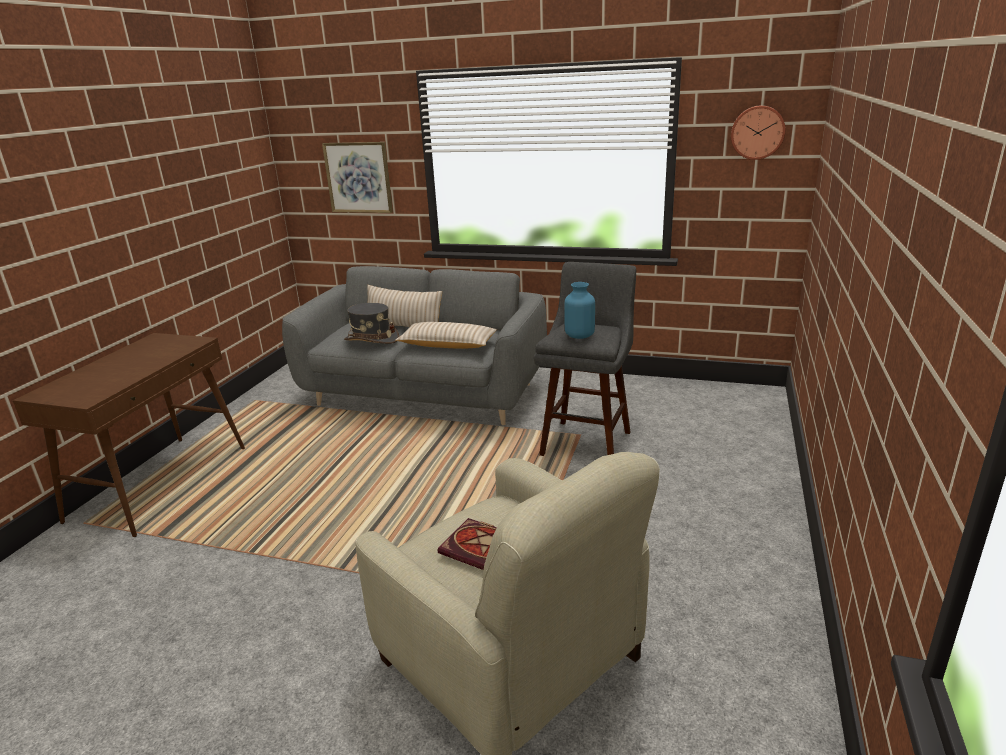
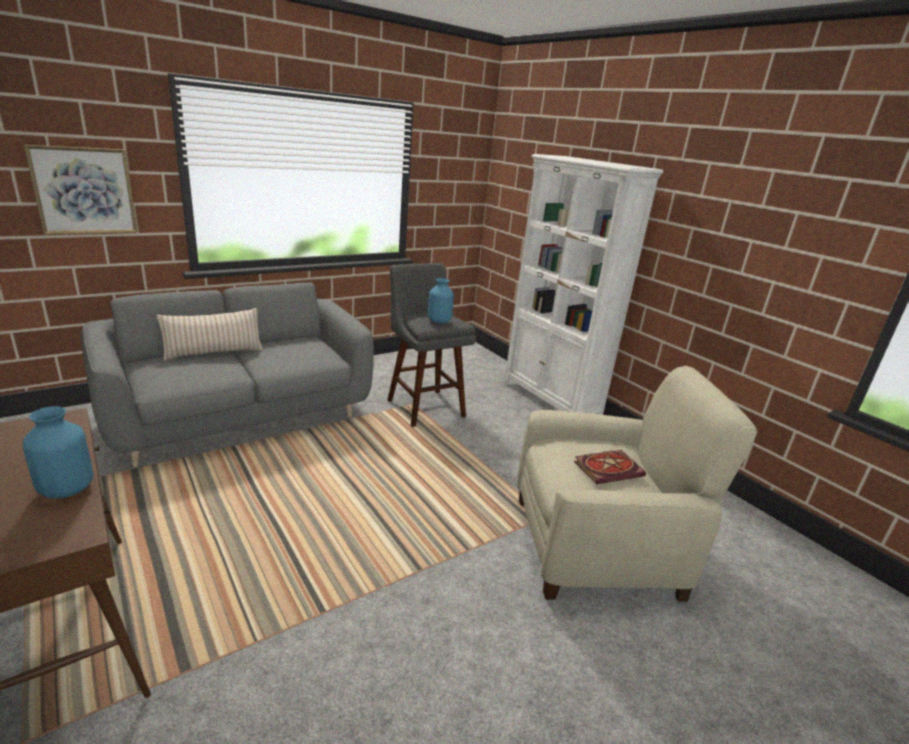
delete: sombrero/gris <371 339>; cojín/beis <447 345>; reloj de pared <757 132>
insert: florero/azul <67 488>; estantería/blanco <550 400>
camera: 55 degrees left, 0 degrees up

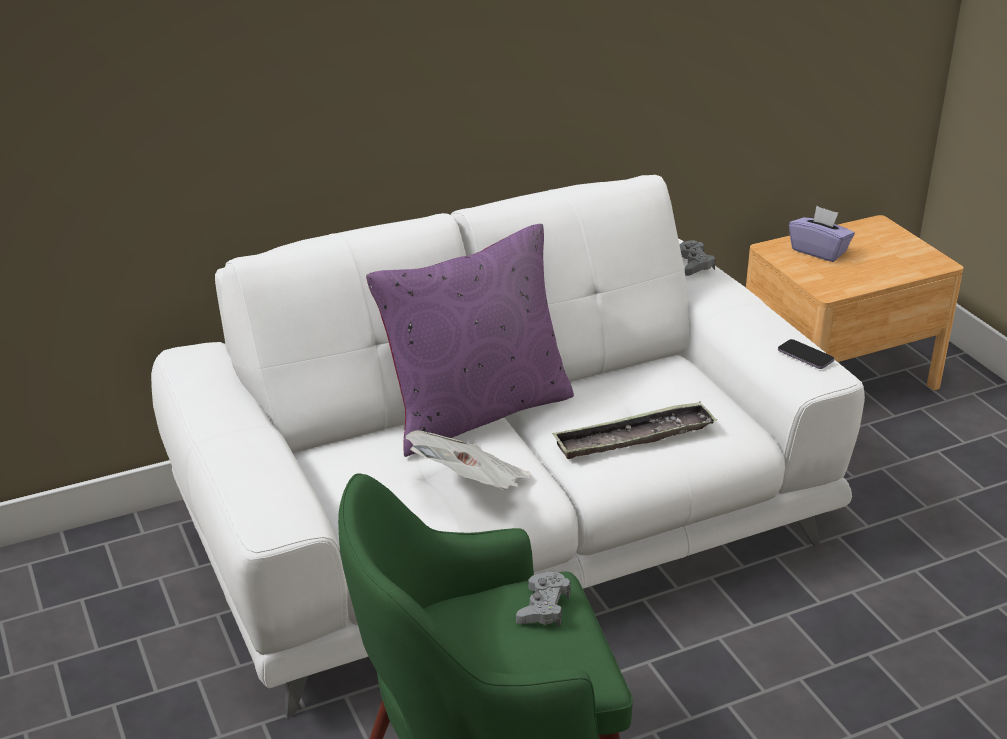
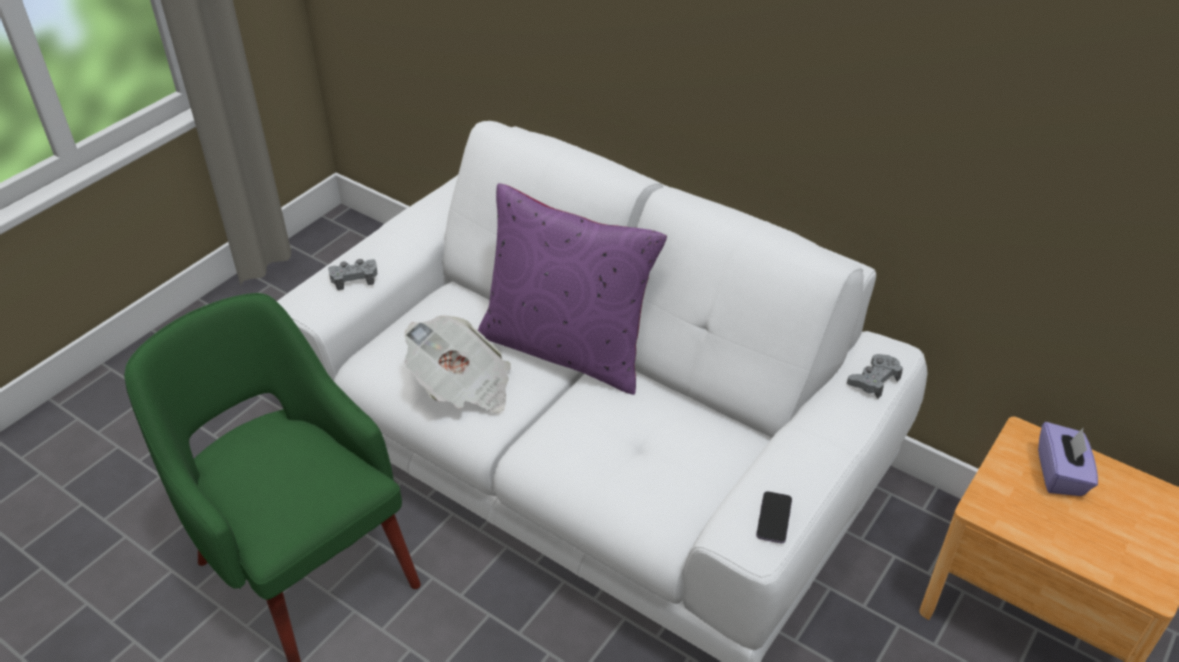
delete: bandeja <633 438>
move: mando de consola/gris <543 607> to <354 278>
camera: 60 degrees right, 10 degrees up

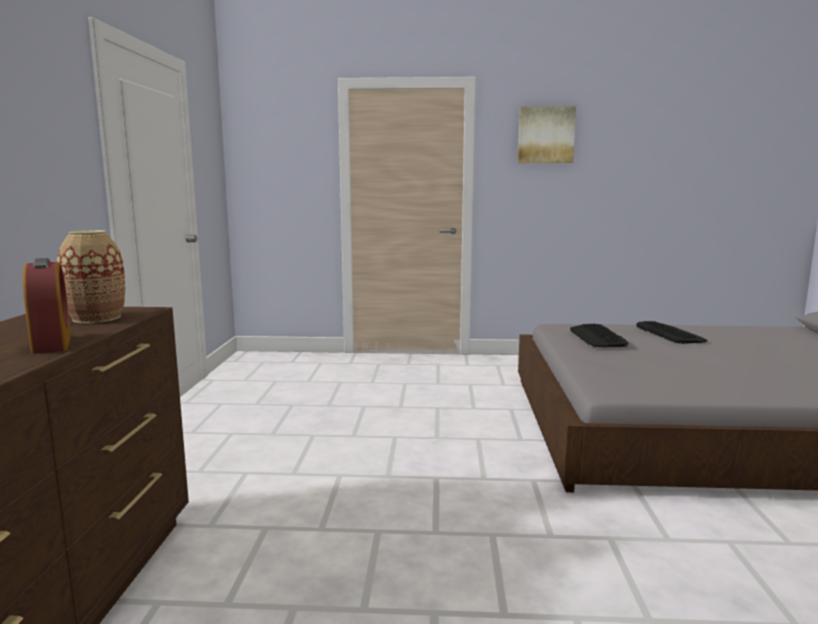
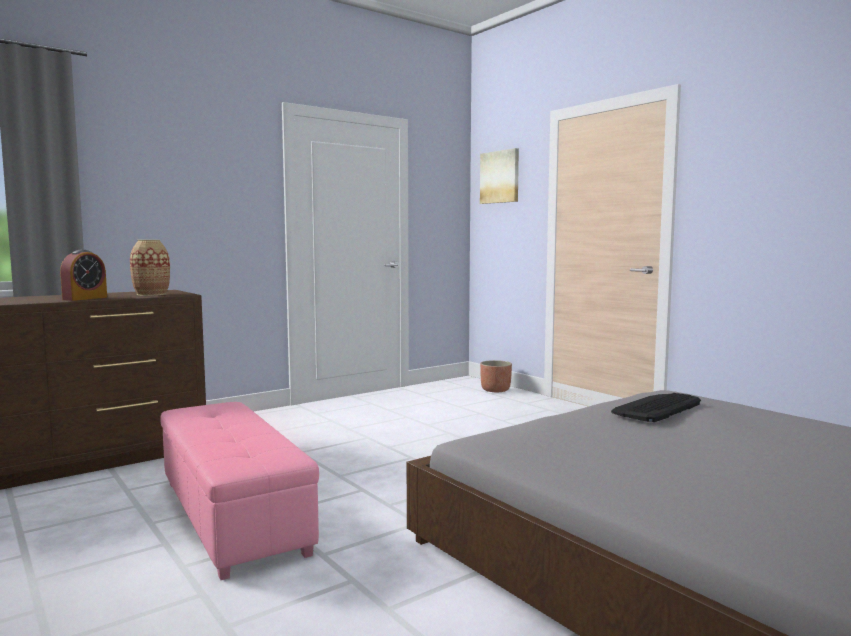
delete: teclado <669 333>
insert: puf/rosa <230 515>; maceta <495 390>
move: cuadro <546 135> to <500 177>
camera: 50 degrees right, 5 degrees down

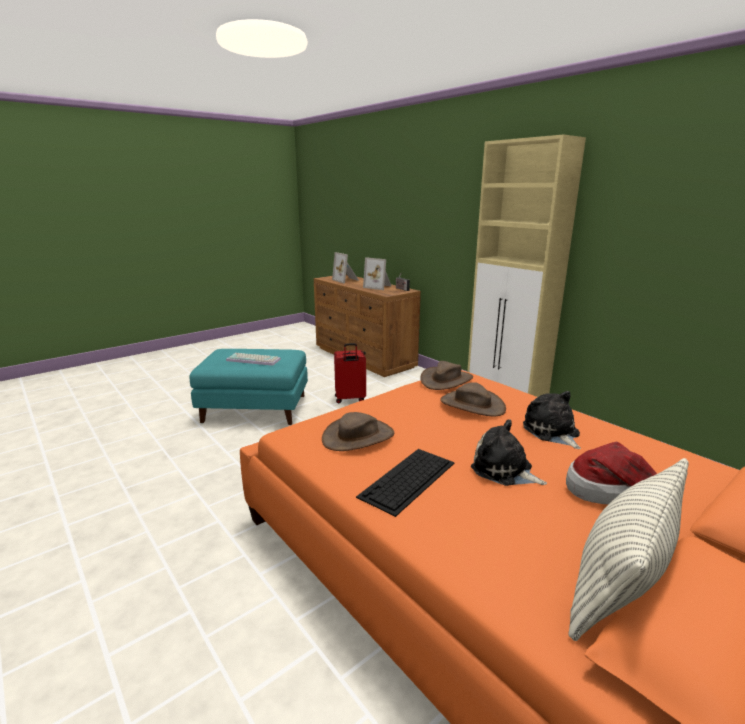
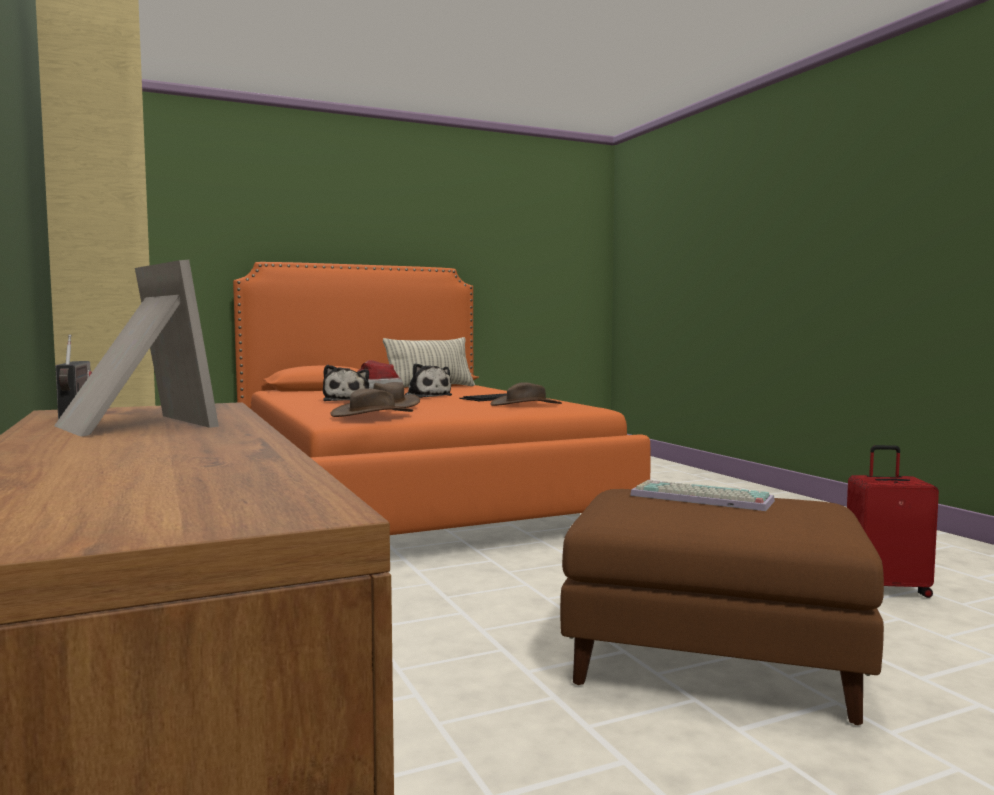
delete: portarretratos <346 280>
move: maleta/rojo <350 399> to <887 589>
recolor: puf/turquesa <256 409> to puf/marrón <710 661>
camera: 165 degrees left, 15 degrees down

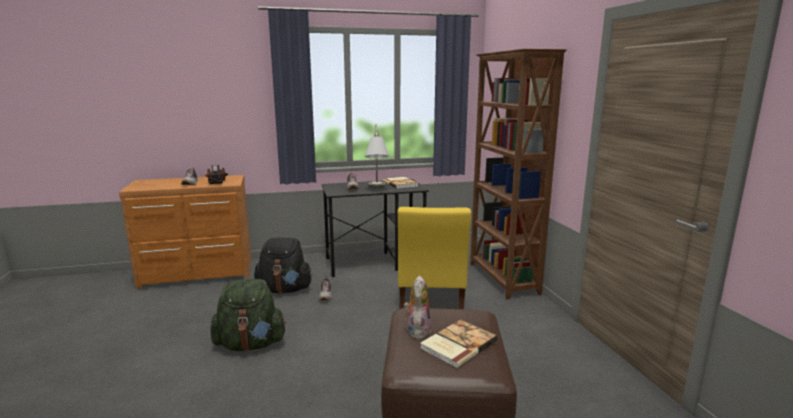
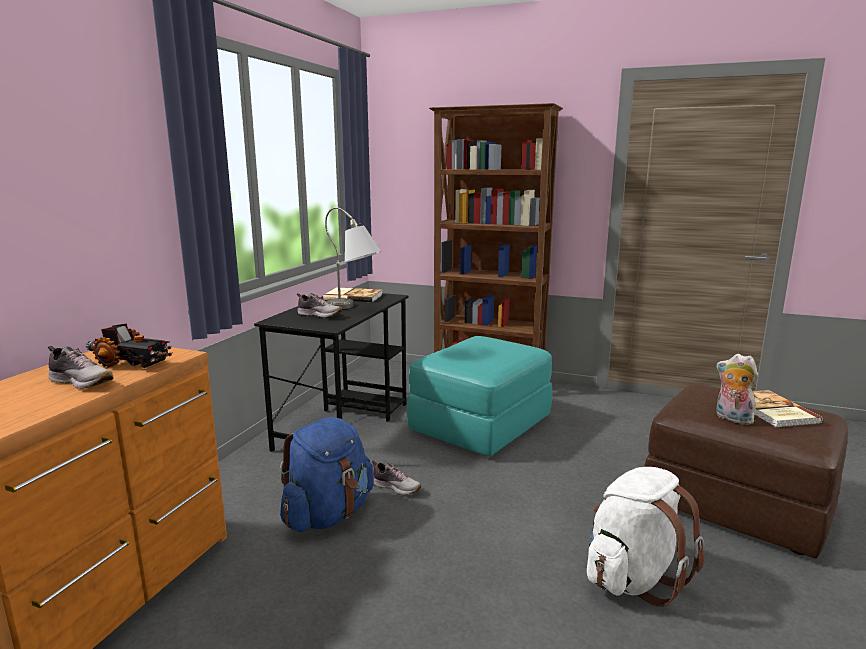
delete: mochila/verde <251 344>
insert: mochila/blanco <633 577>
replace: silla/amarillo <430 295> to puf/turquesa <480 425>
recolor: mochila/negro <285 289> to mochila/azul <328 514>
camera: 55 degrees left, 0 degrees up

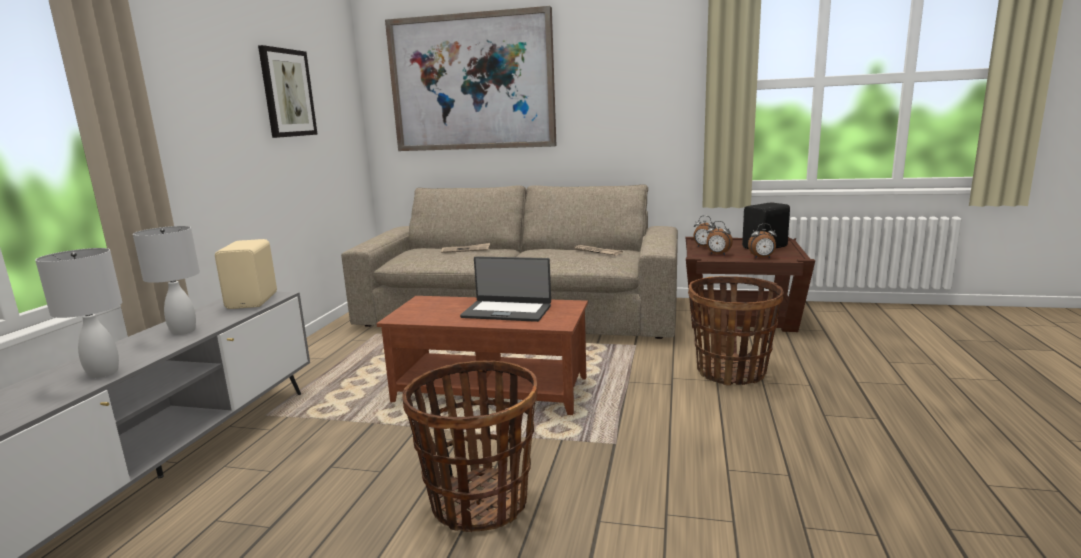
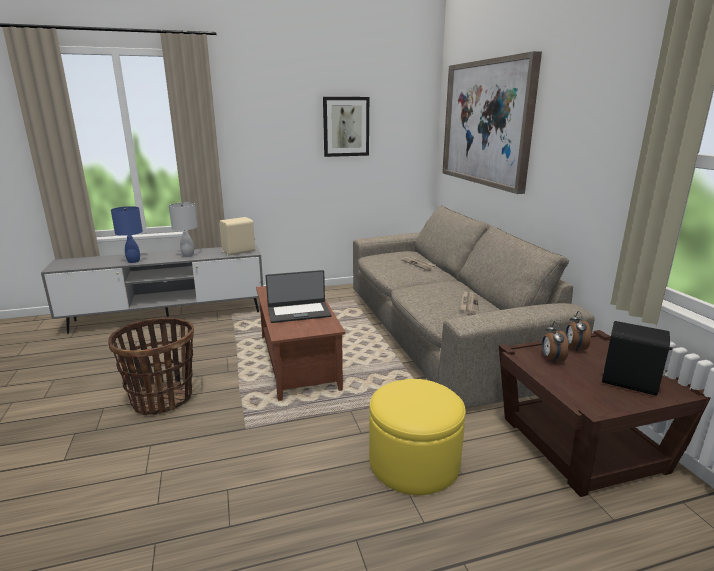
delete: despertador <762 258>
replace: cesta <731 372> to puf/amarillo <414 462>
recolor: lámpara de mesa/blanco <103 372> to lámpara de mesa/azul <134 261>
rotate: portátil <507 311> = <298 312> 90 degrees counterclockwise
camera: 60 degrees right, 5 degrees up

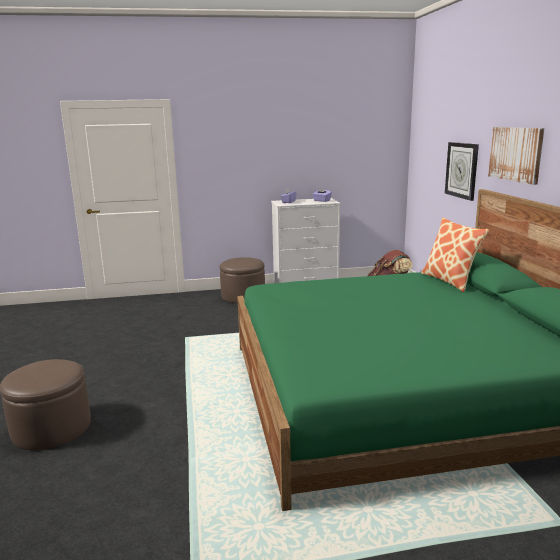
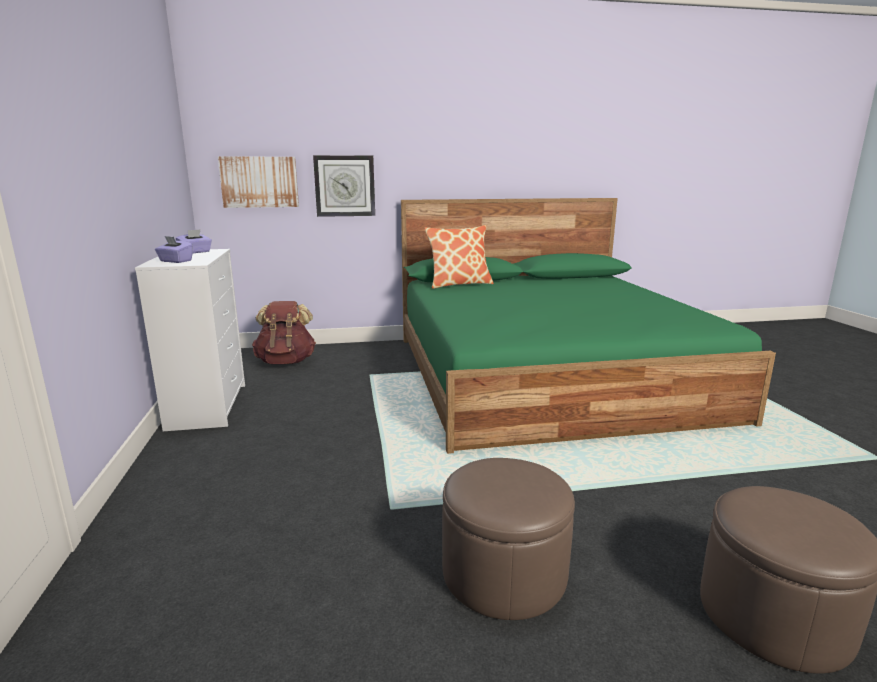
move: puf/marrón <243 296> to <504 573>; cuadro <516 154> to <259 182>
camera: 90 degrees left, 0 degrees up

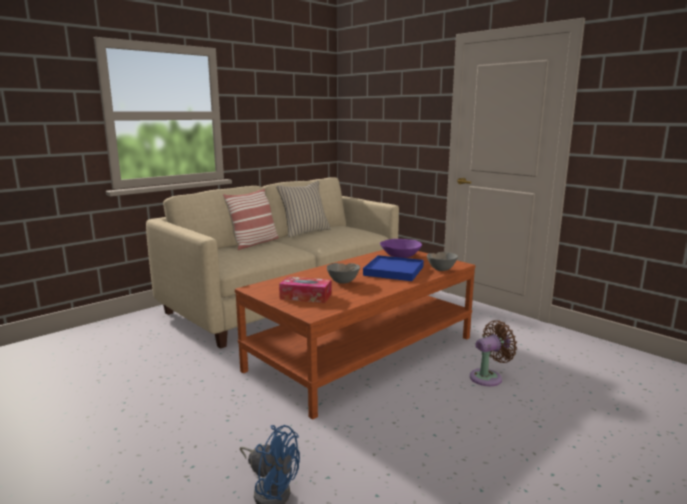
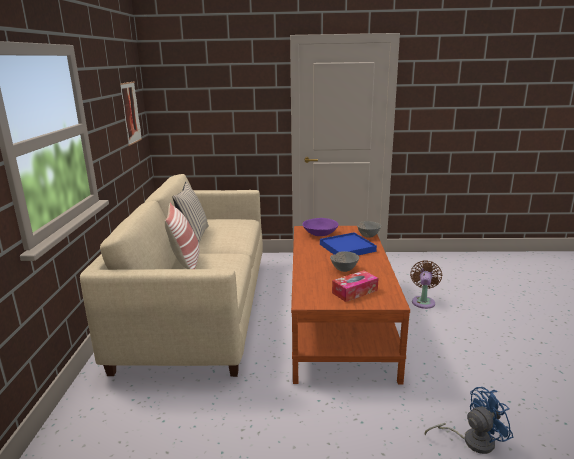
insert: cuadro <130 113>
camera: 45 degrees left, 5 degrees up

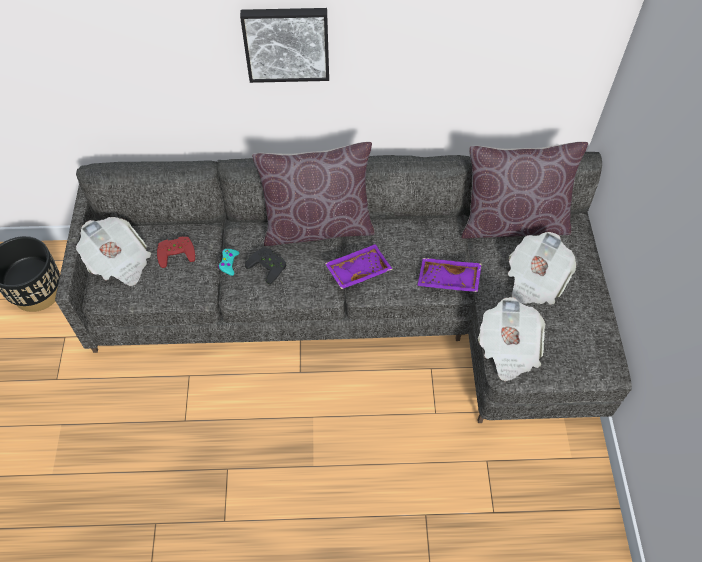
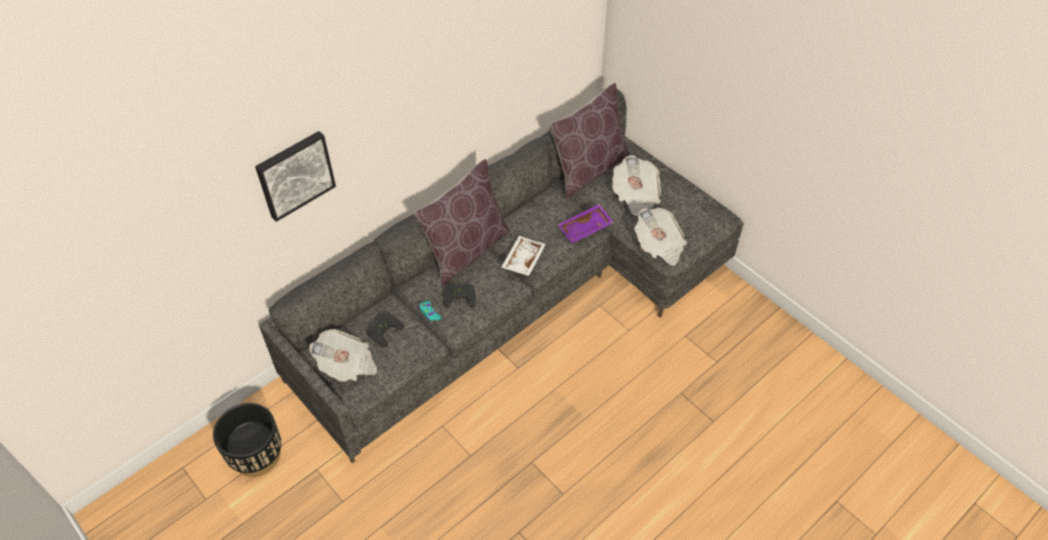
move: cuadro <286 43> to <294 174>
recolor: mando de consola/rojo <176 251> to mando de consola/negro <383 330>; bandeja/morado <358 270> to bandeja/blanco <522 260>
camera: 40 degrees left, 5 degrees down

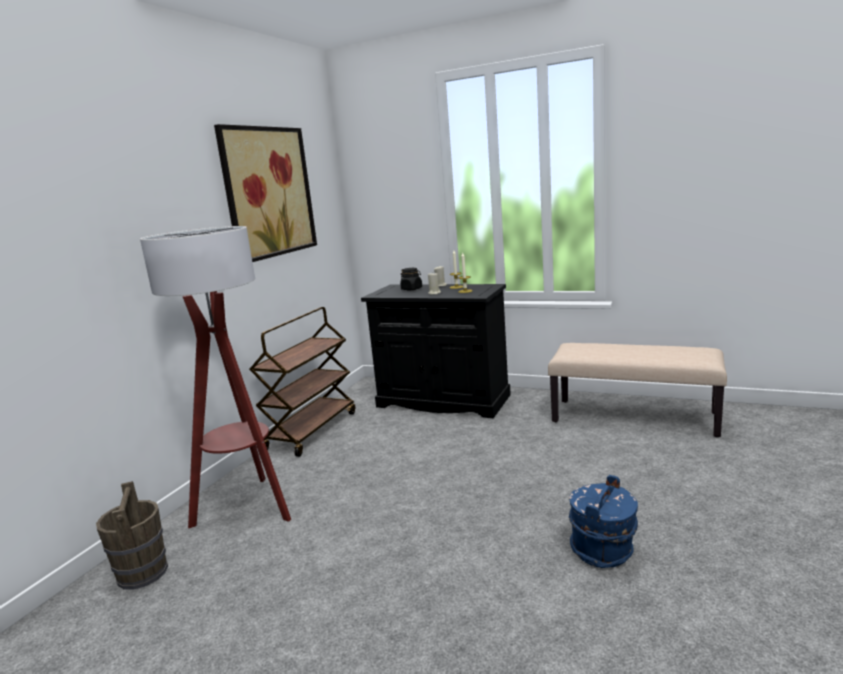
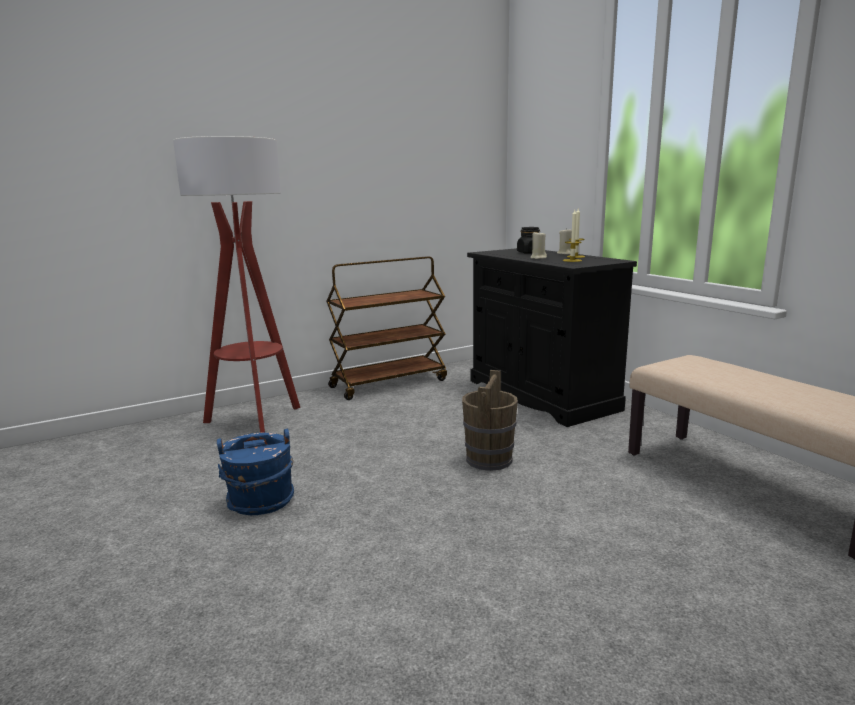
delete: cuadro <268 192>
move: cubo/marrón <142 573> to <489 459>; cubo/azul <603 551> to <260 501>
camera: 35 degrees right, 0 degrees up

